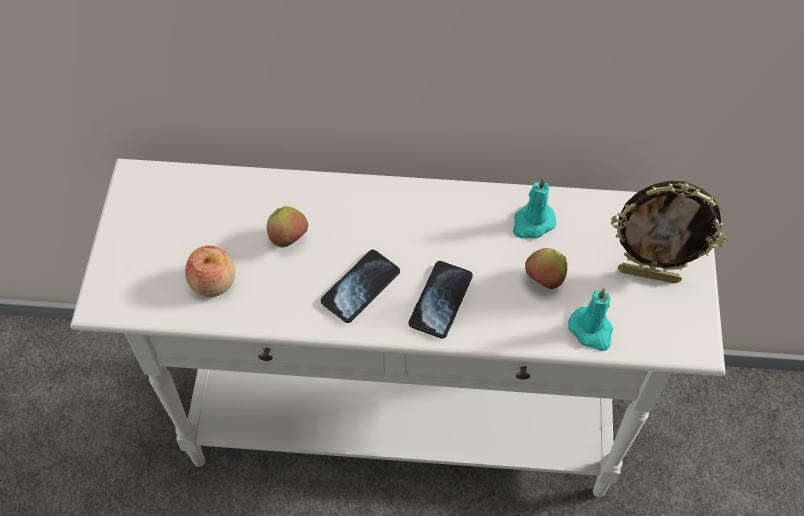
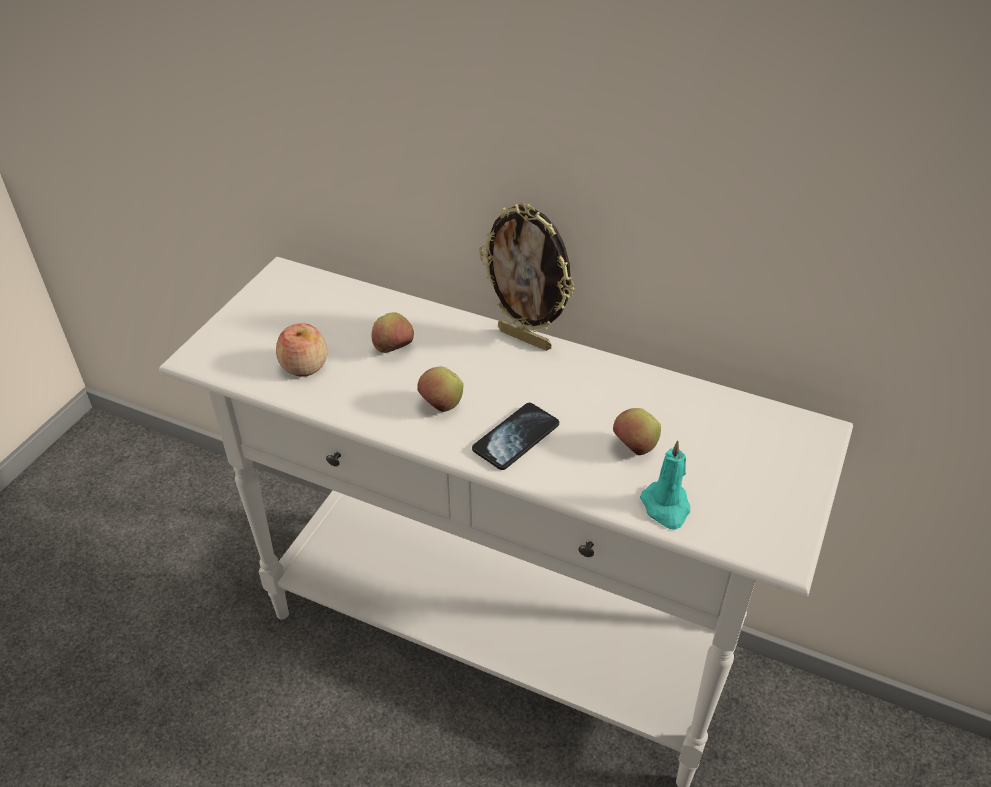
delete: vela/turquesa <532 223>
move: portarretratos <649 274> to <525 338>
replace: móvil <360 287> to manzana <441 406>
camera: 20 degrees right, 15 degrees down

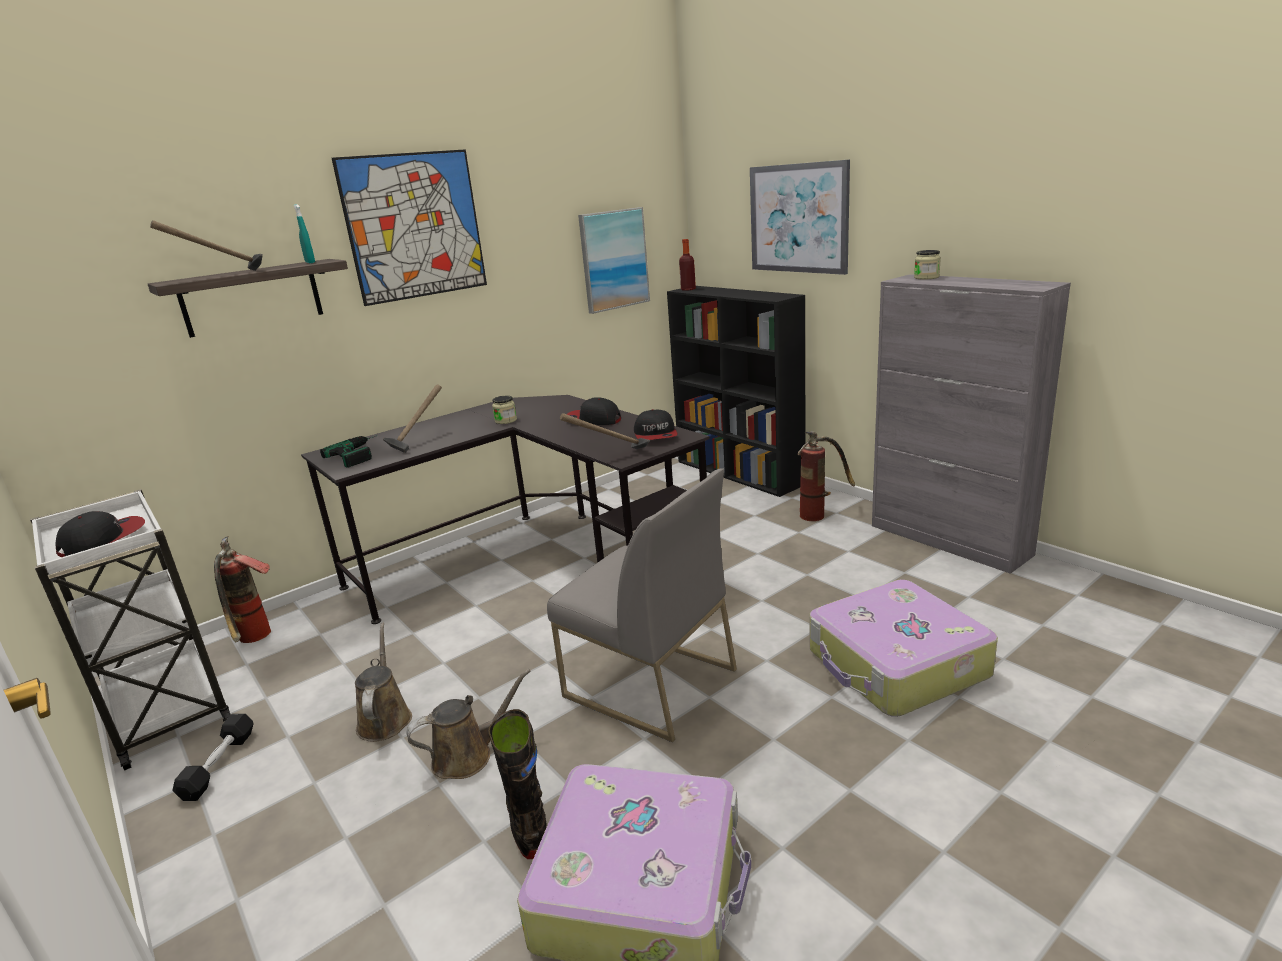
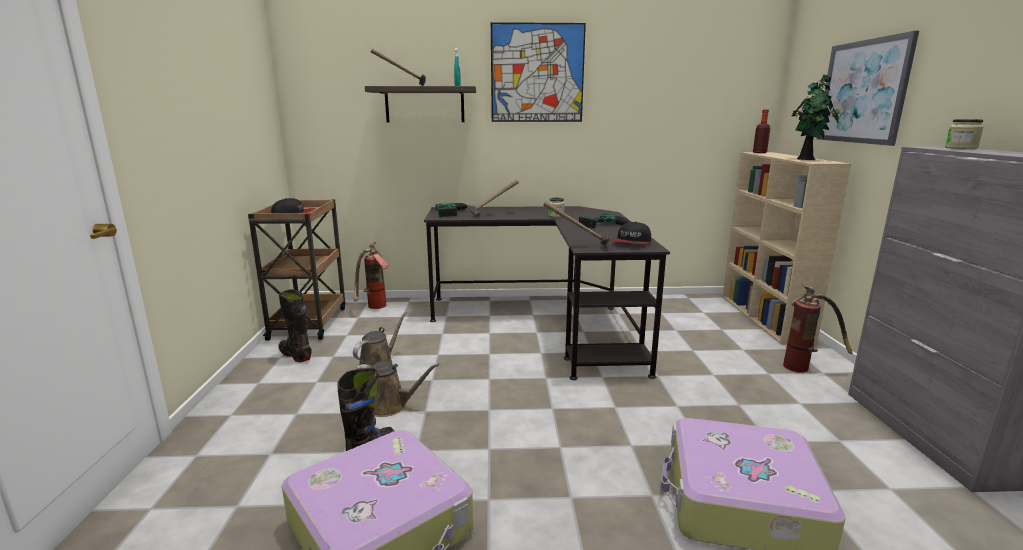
delete: silla/gris <648 683>; cuadro <614 260>
insert: planta en maceta <807 159>
replace: mancuerna/negro <219 765> to bota/negro <295 355>; gorra <593 420> to taladro <607 226>
recolor: carrito/blanco <167 708> to carrito/marrón <309 322>; estantería/negro <739 473> to estantería/beis <765 318>
camera: 35 degrees right, 5 degrees down

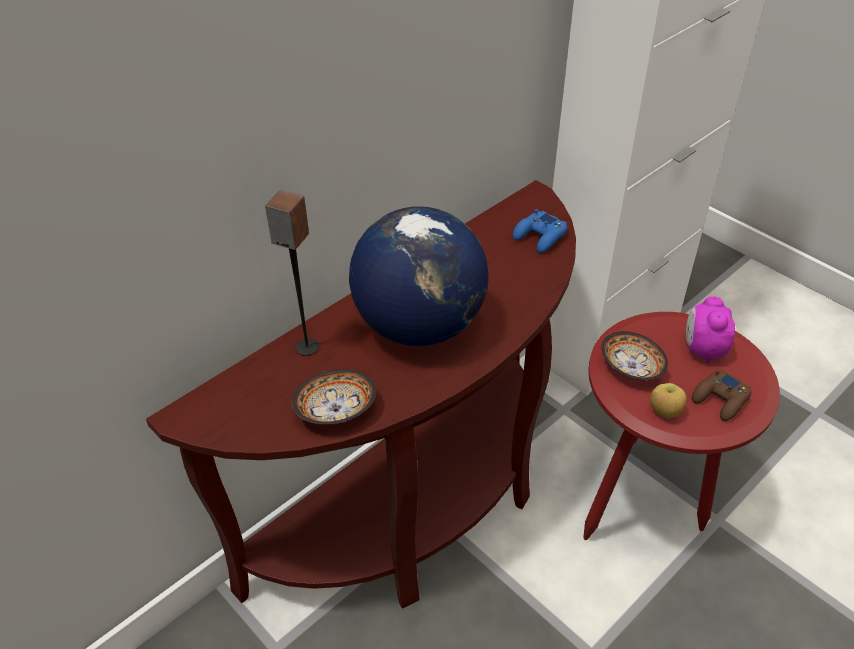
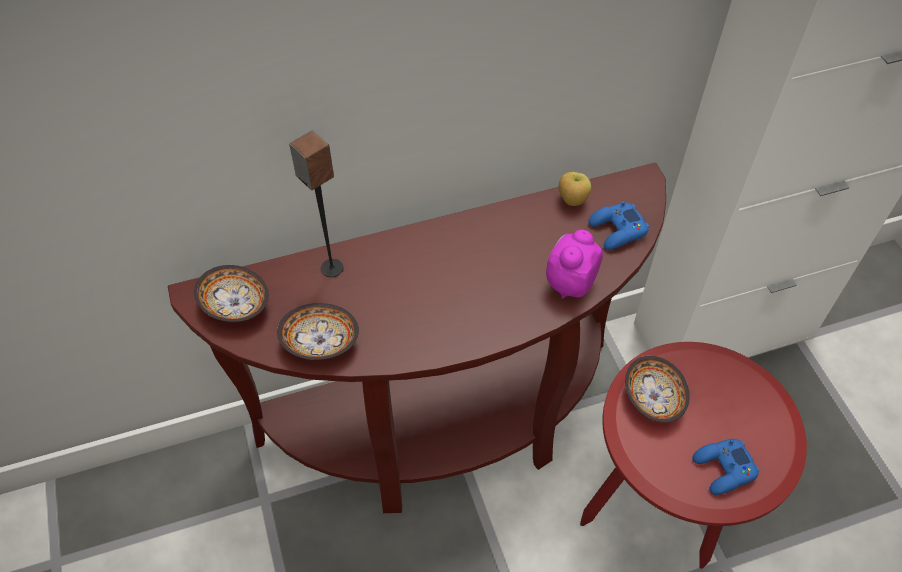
delete: globo terráqueo <419 325>
insert: cuenco <235 303>
move: manzana <664 412> to <572 200>; despertador <702 350> to <569 283>
recolor: mando de consola/marrón <720 400> to mando de consola/azul <723 469>
camera: 25 degrees right, 10 degrees up

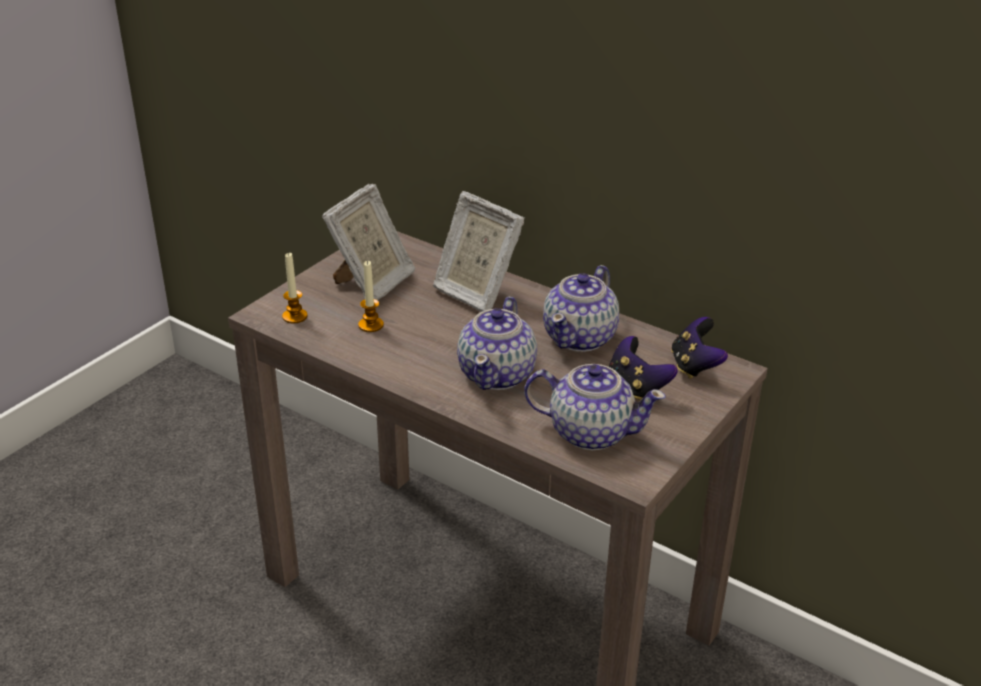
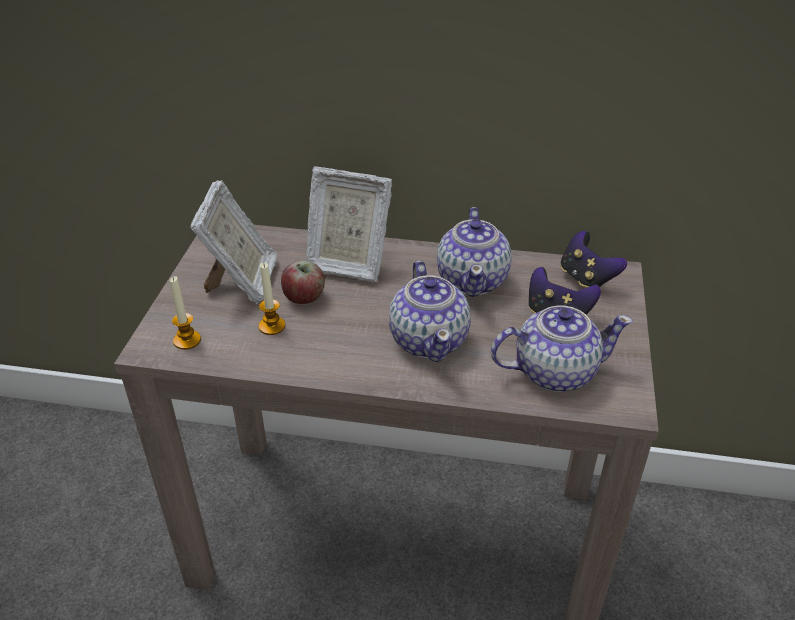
insert: manzana <304 298>
camera: 25 degrees left, 5 degrees up

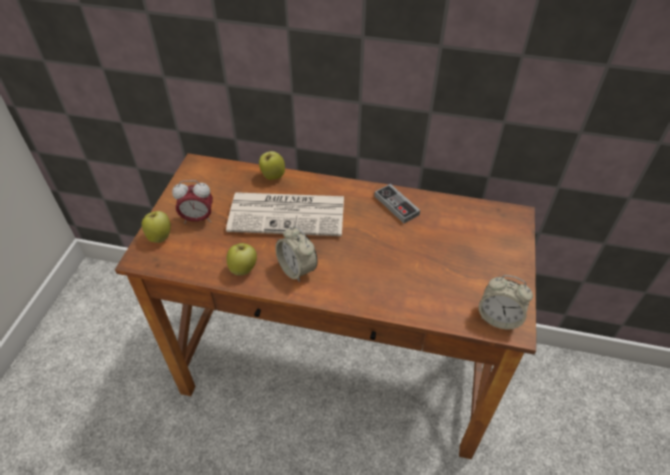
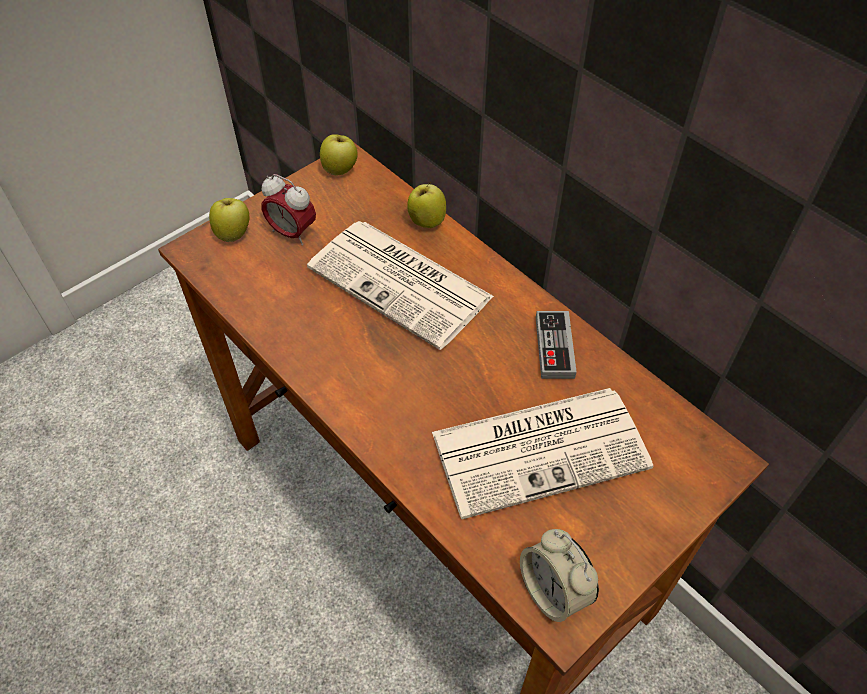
delete: despertador <297 269>
insert: periódico <541 449>
move: manzana <243 269> to <340 170>
camera: 35 degrees right, 5 degrees up

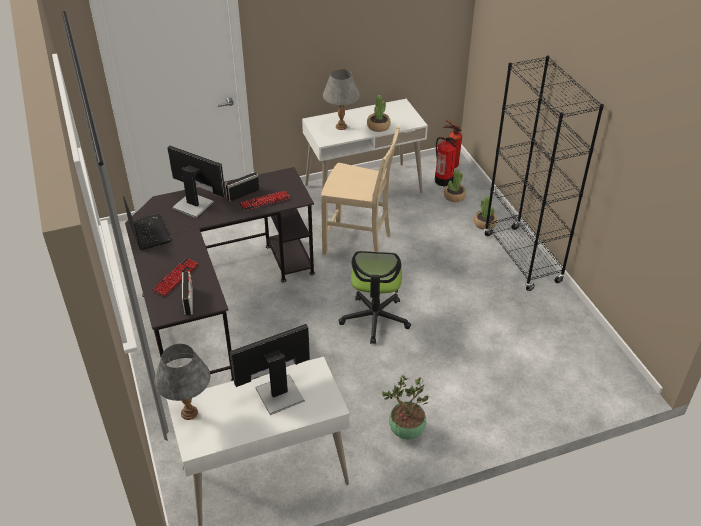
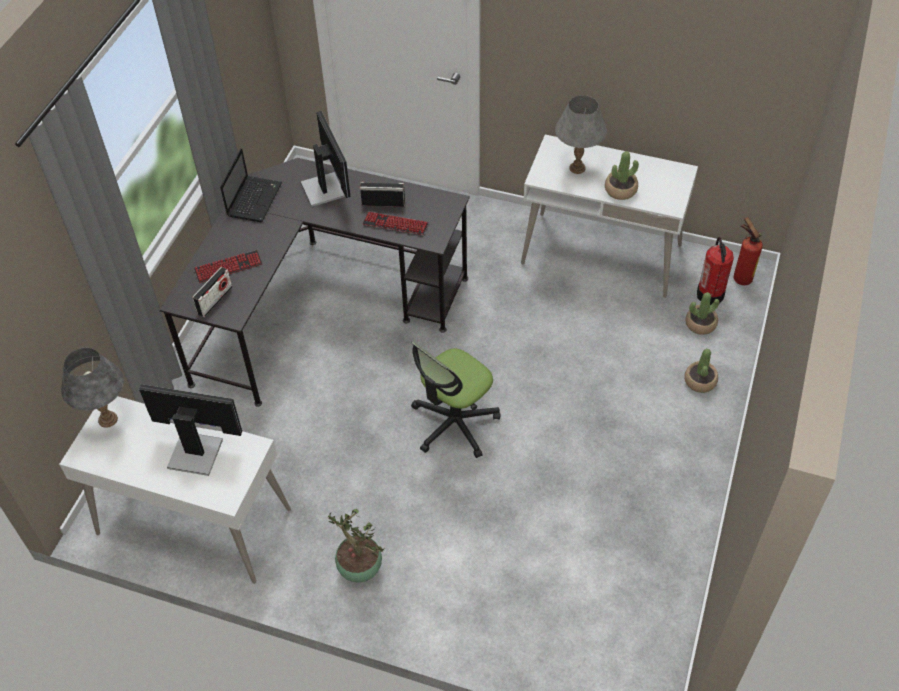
delete: silla/beis <358 244>; estantería/negro <522 258>
camera: 40 degrees right, 10 degrees up

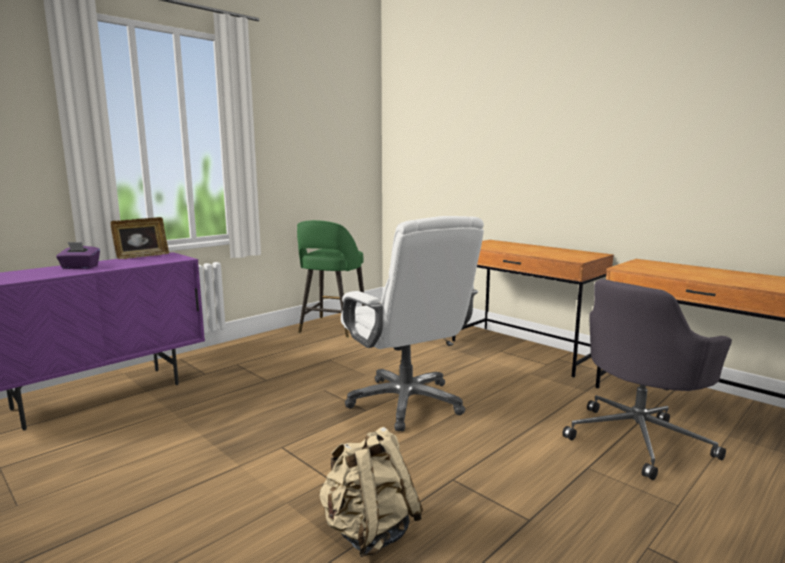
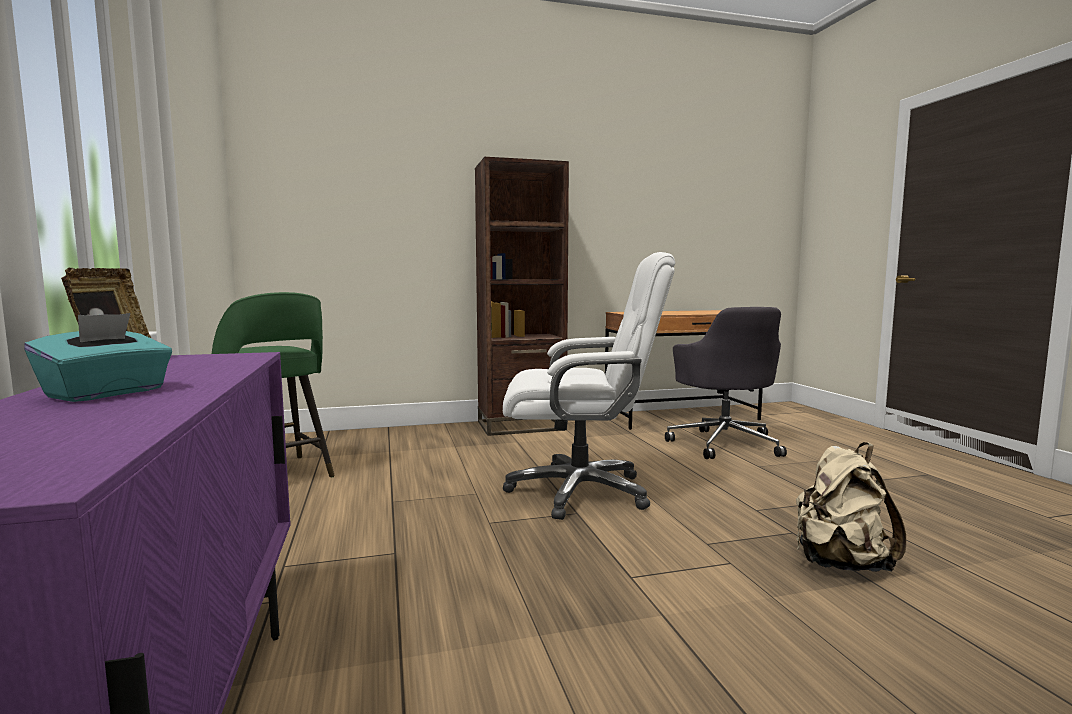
replace: escritorio/marrón <524 350> to estantería/marrón <521 426>
recolor: caja de pañuelos/morado <80 267> to caja de pañuelos/turquesa <107 393>
camera: 60 degrees left, 5 degrees down

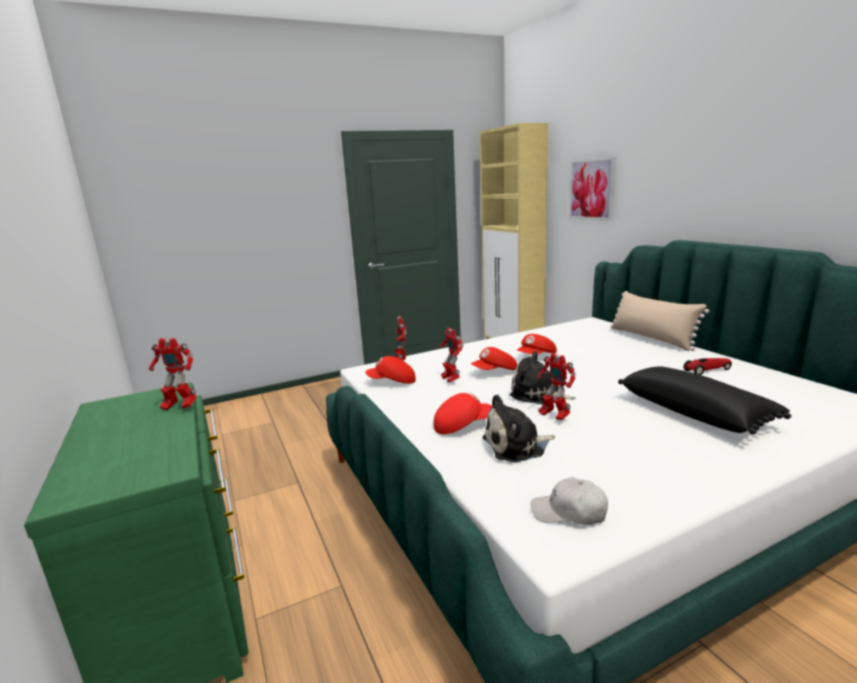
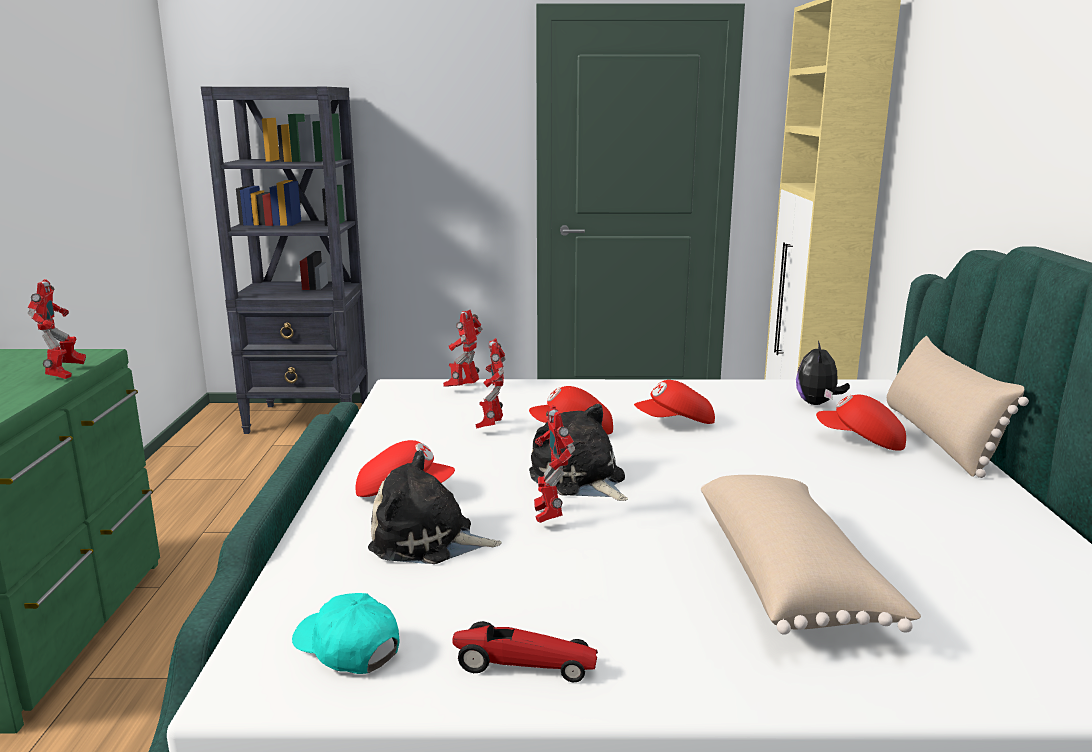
delete: cuadro <591 189>
insert: estantería/negro <309 419>; peluche <817 403>
move: gorra/rojo <392 382> to <861 441>; coche de juguete <706 370> to <524 665>
recolor: gorra/blanco <569 512> to gorra/turquesa <347 647>; cojín/negro <695 412> to cojín/beis <791 578>
rotate: robot de juguete <179 407> = <64 374> 135 degrees counterclockwise
camera: 25 degrees right, 0 degrees up

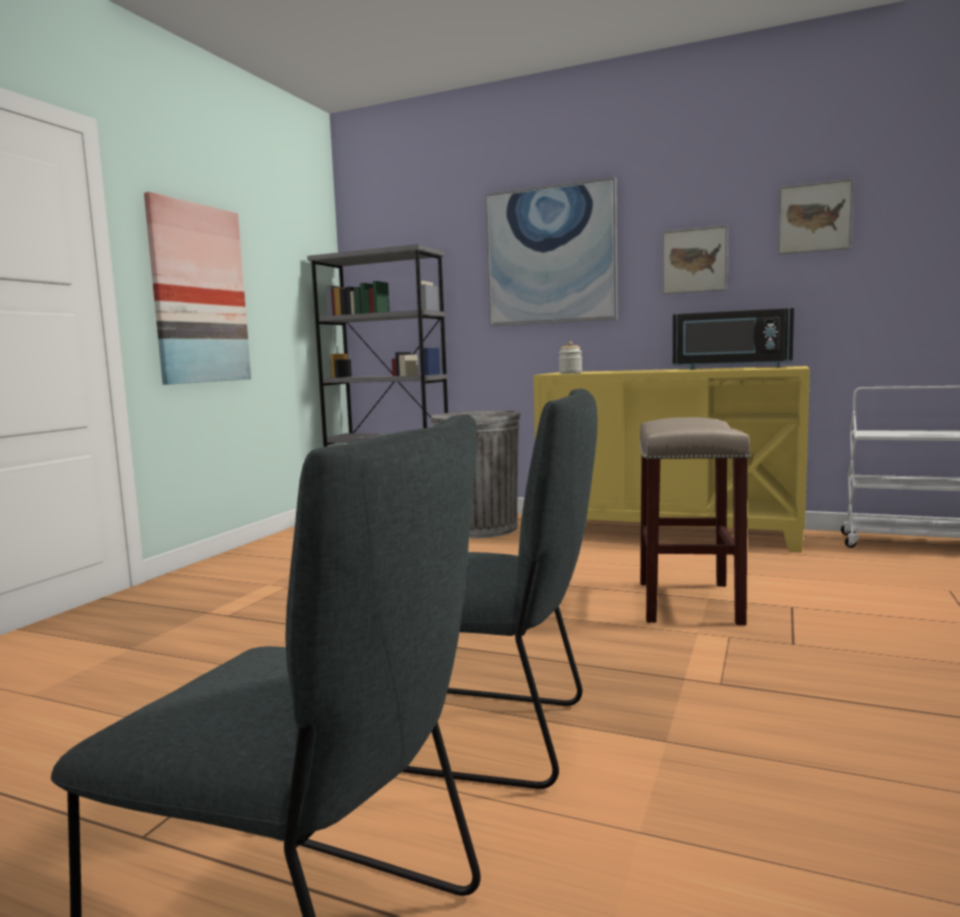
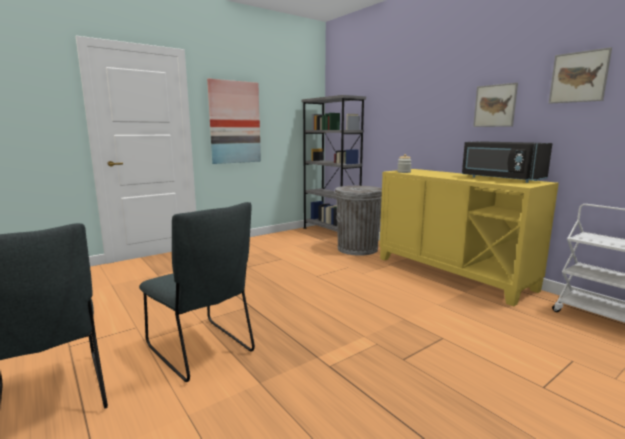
delete: cuadro <550 255>; taburete/beis <689 603>
camera: 30 degrees right, 5 degrees up

